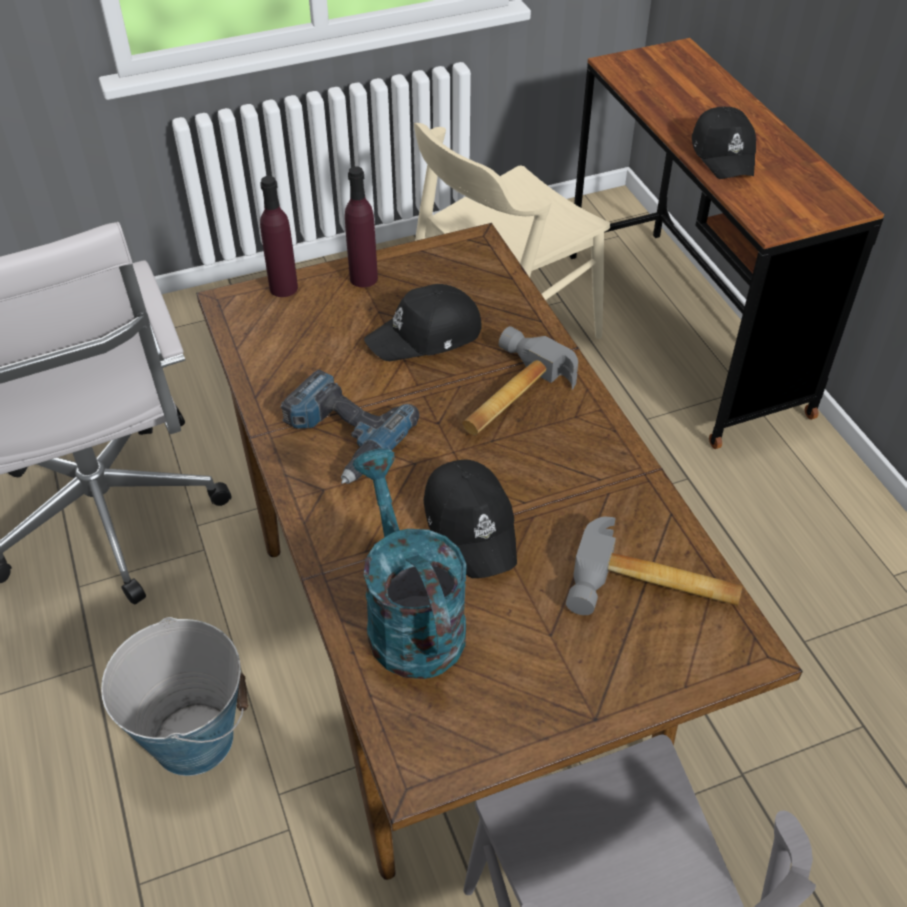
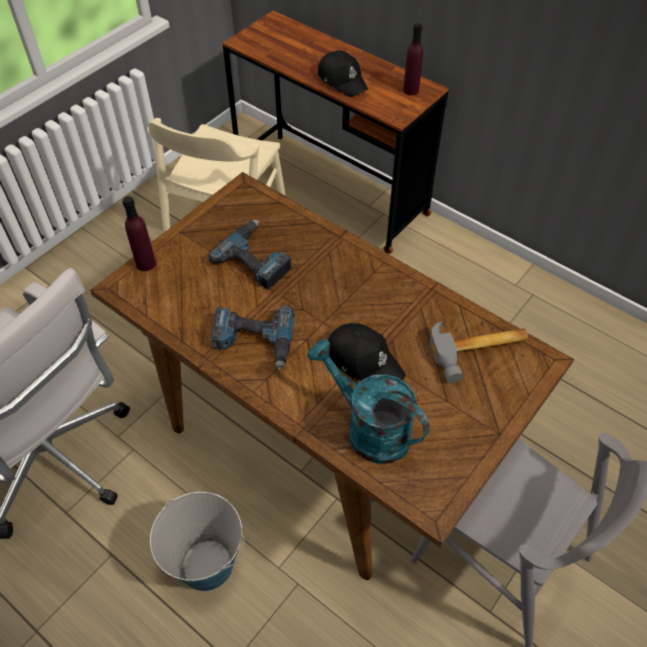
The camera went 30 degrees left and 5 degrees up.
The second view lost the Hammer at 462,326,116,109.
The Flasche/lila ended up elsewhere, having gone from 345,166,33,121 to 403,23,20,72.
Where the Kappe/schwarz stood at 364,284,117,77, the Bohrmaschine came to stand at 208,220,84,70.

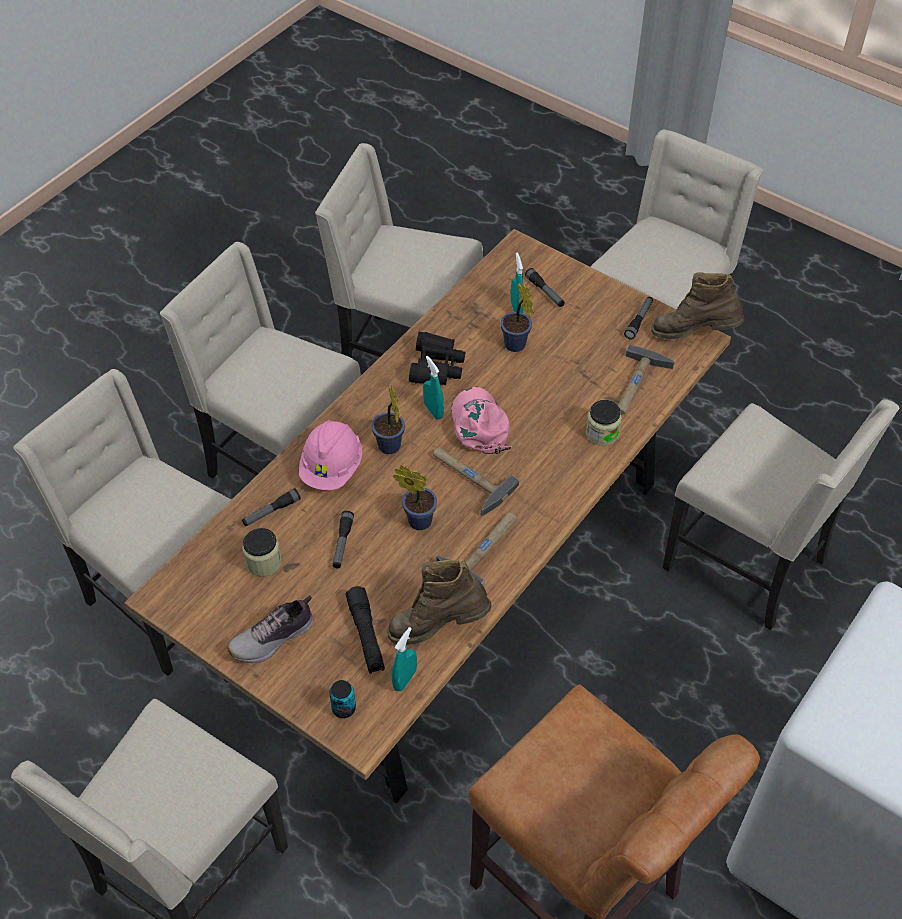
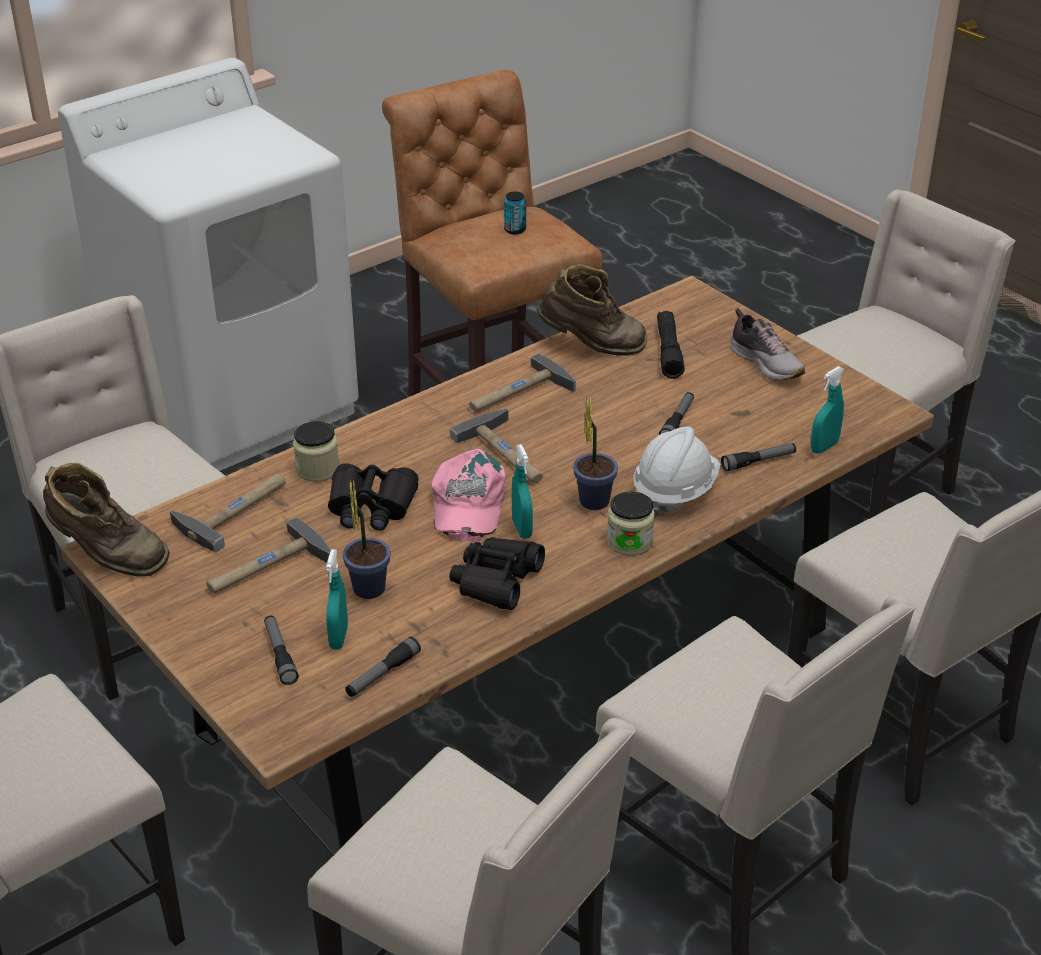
The camera went 165 degrees left and 15 degrees down.
The second view lost the Topfpflanze at 393,466,44,64.
The second view gained the Hammer at 207,518,124,75.
The second view gained the Fernglas/schwarz at 328,463,91,67.
The Vorratsglas ended up elsewhere, having gone from 242,528,40,48 to 607,492,48,64.
The Dose ended up elsewhere, having gone from 329,680,27,38 to 504,191,22,43.
The Sprühflasche/türkis ended up elsewhere, having gone from 391,627,26,64 to 811,366,34,88.
The Taschenlampe ended up elsewhere, having gone from 624,297,29,43 to 345,637,76,60.
What was the Schutzhelm/rosa at 299,420,63,70 turned into the Schutzhelm/weiß at 633,427,88,89.
The Schuh at 227,595,86,68 ended up facing another way, 75 degrees clockwise from before.

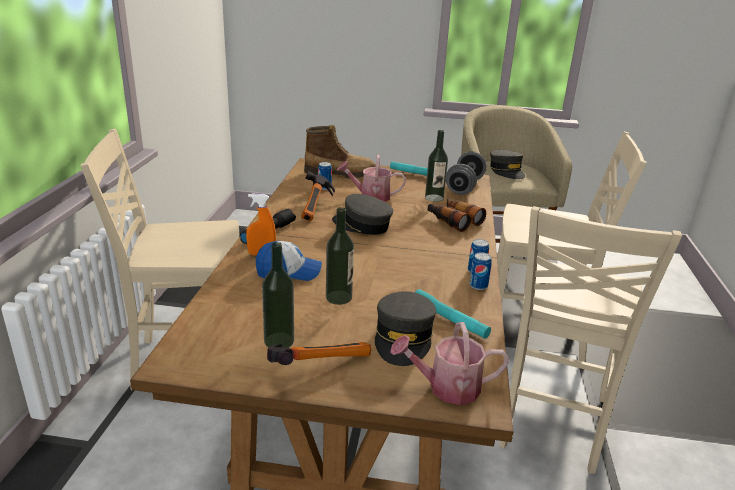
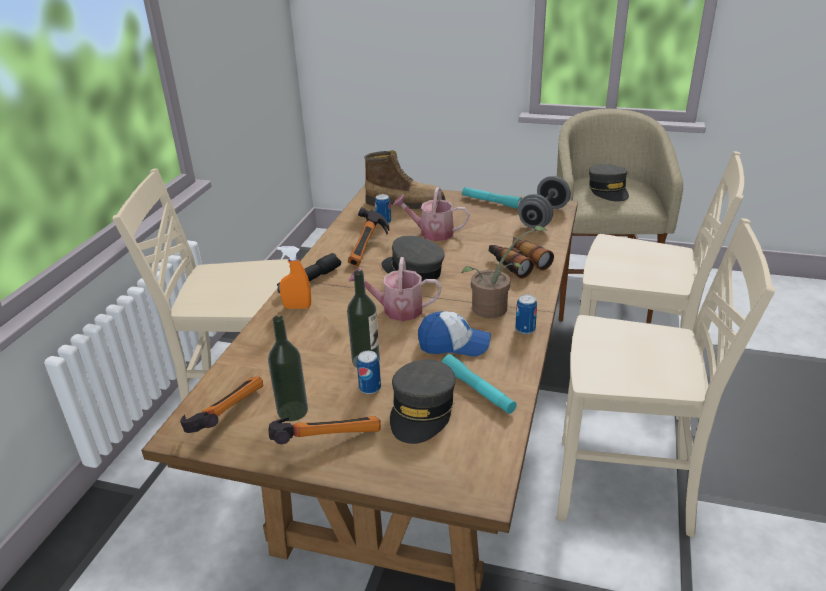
The camera went 10 degrees right and 5 degrees up.
The second view lost the Flasche at 425,130,23,72.
The second view gained the Hammer at 180,376,84,57.
The second view gained the Topfpflanze at 462,226,86,92.
The Kappe ended up elsewhere, having gone from 256,241,66,40 to 418,311,73,46.
The Gießkanne ended up elsewhere, having gone from 390,322,119,83 to 349,257,92,64.
The Dose ended up elsewhere, having gone from 469,252,23,38 to 357,351,24,43.
The Stuhl/beige at 499,206,183,268 ended up facing another way, 105 degrees counterclockwise from before.

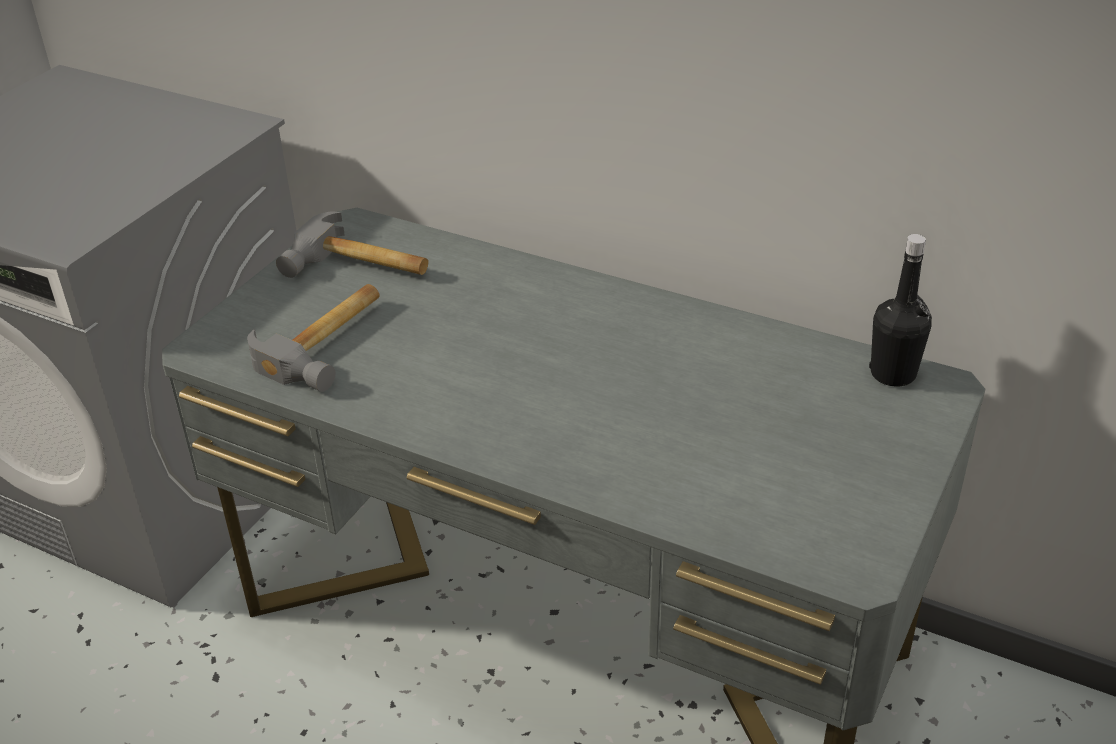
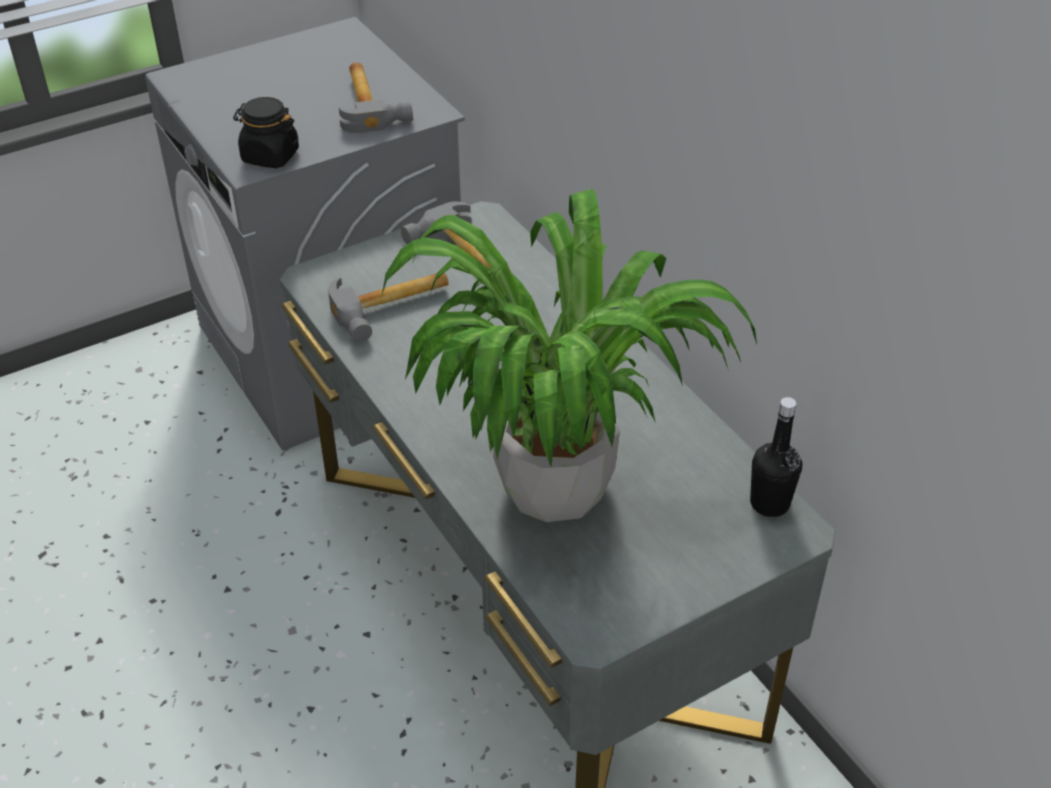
The camera went 30 degrees right and 5 degrees up.
The second view gained the Vorratsglas/schwarz at 233,97,66,71.
The second view gained the Hammer at 339,62,74,71.
The second view gained the Topfpflanze at 381,189,376,333.

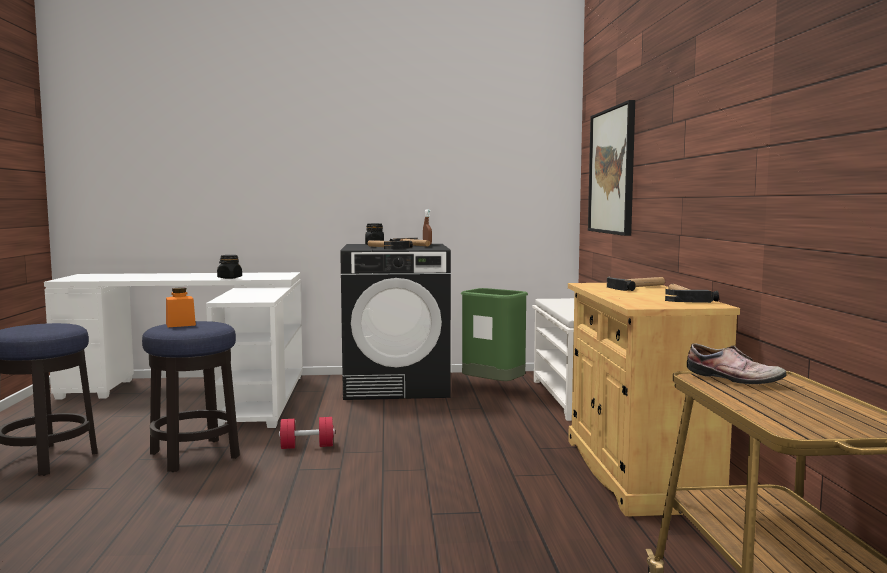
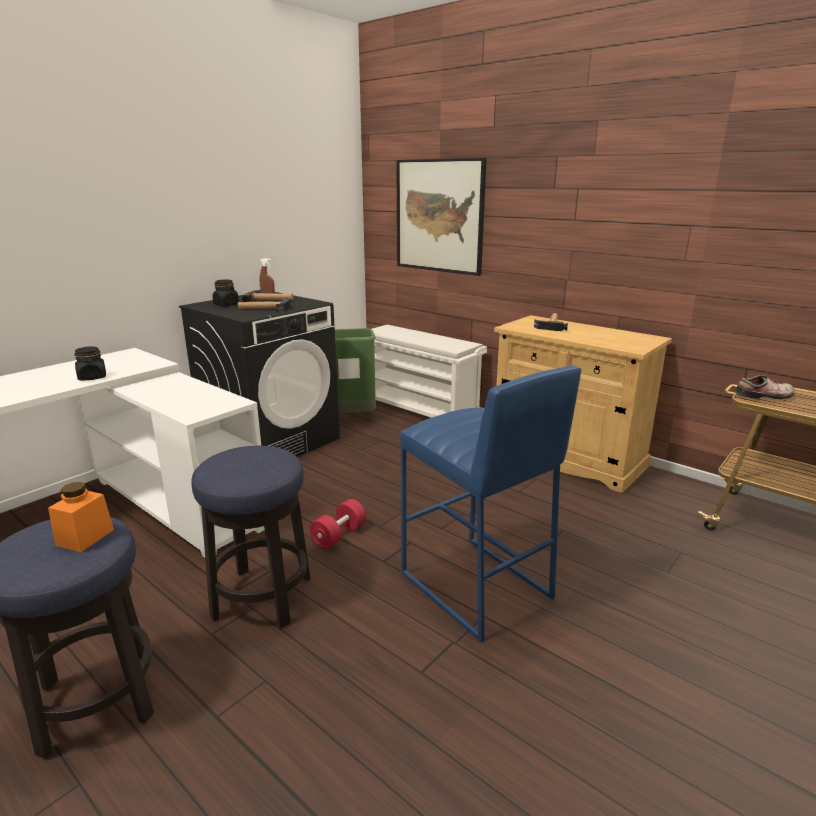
The camera went 45 degrees left and 15 degrees up.
The second view lost the Hammer at 665,284,54,19.
The second view gained the Hocker/blau at 400,366,181,277.
The Vorratsglas/orange ended up elsewhere, having gone from 166,288,30,39 to 48,482,66,70.

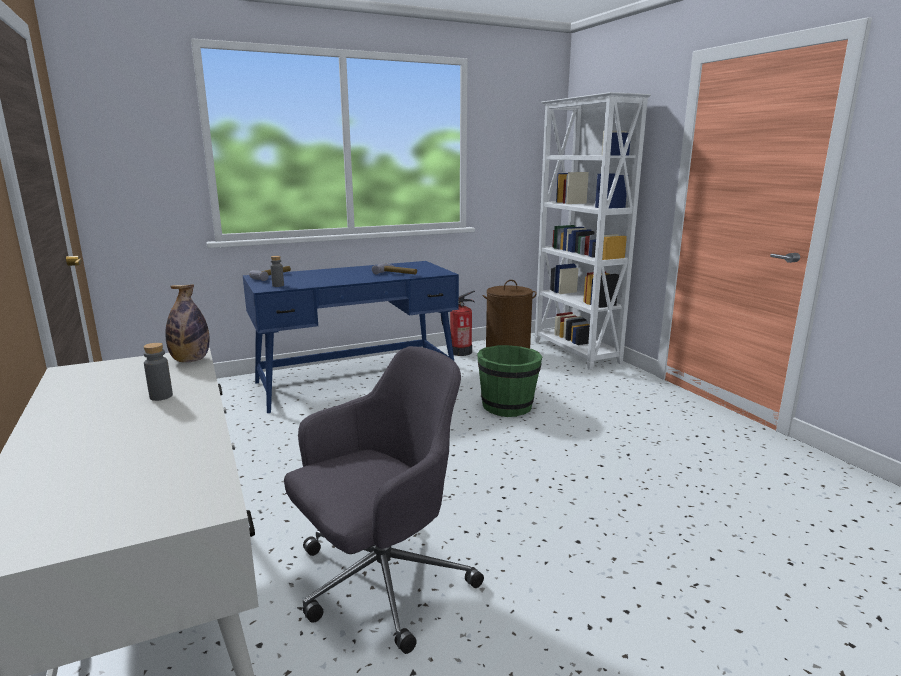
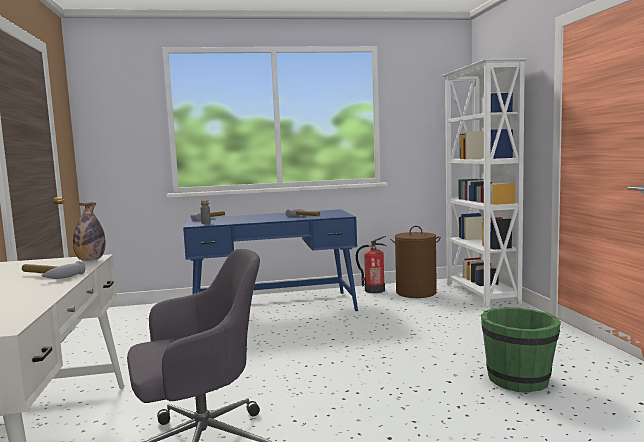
The camera went 15 degrees right and 10 degrees down.
The Eimer/grün ended up elsewhere, having gone from 477,345,66,72 to 481,307,80,86.
Where the Flasche/grau stood at 143,343,30,58, the Hammer came to stand at 22,261,63,18.

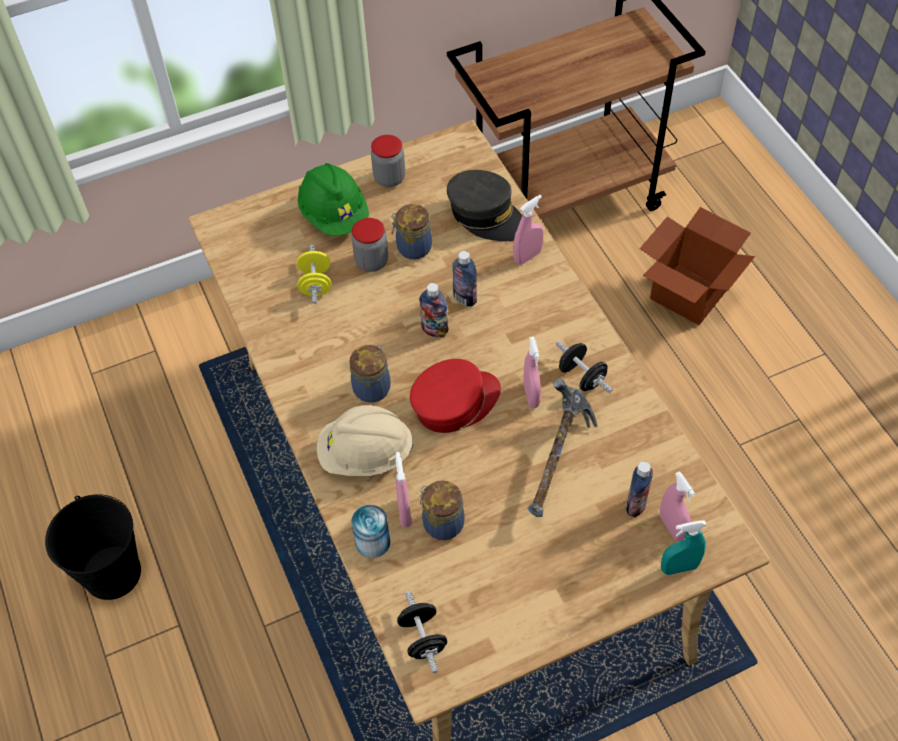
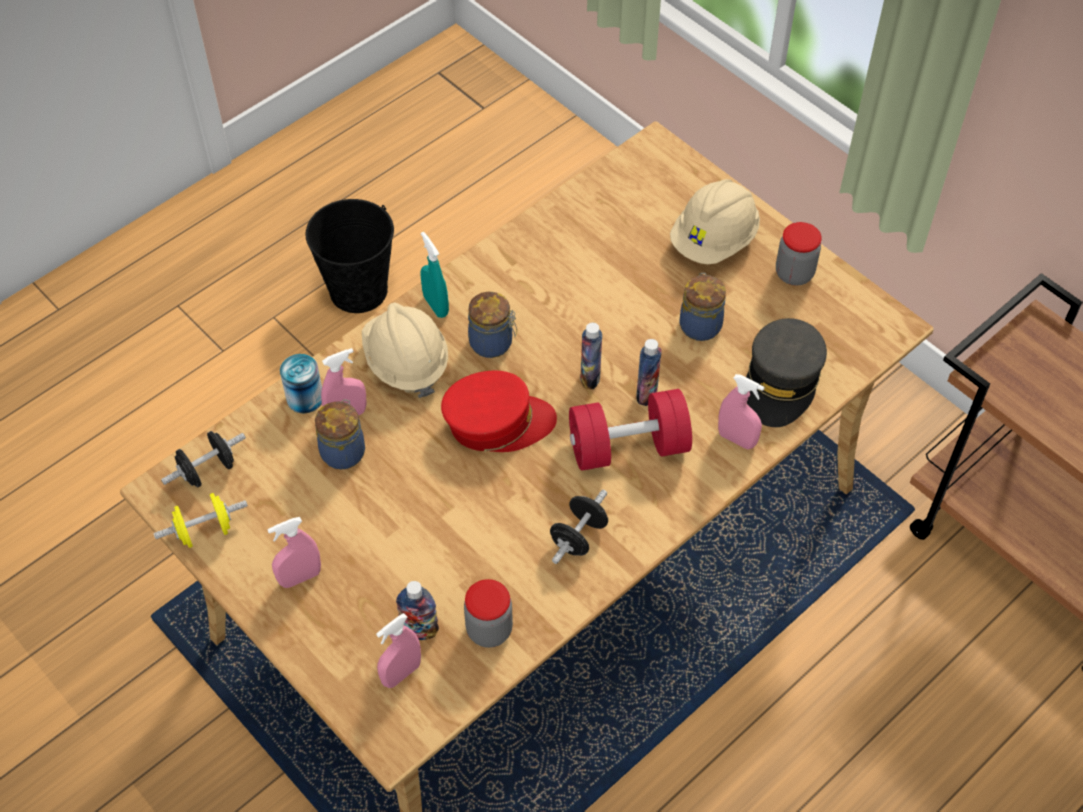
The camera went 70 degrees right and 0 degrees up.
The second view lost the Hammer at 528,378,70,139.
The second view lost the Karton at 639,207,116,118.
The second view gained the Hantel/rot at 569,389,123,82.
The Hantel/gelb ended up elsewhere, having gone from 297,245,35,59 to 153,493,95,55.
The Vorratsglas ended up elsewhere, having gone from 352,218,36,54 to 464,579,49,69.
The Sprühflasche/rosa ended up elsewhere, having gone from 523,337,18,71 to 267,517,54,71.
The Sprühflasche/türkis ended up elsewhere, having gone from 661,520,45,55 to 420,232,29,86.
What was the Schutzhelm/grün at 298,163,71,73 turned into the Schutzhelm/beige at 670,179,90,85.
The Kappe/rot at 410,359,91,74 ended up facing another way, 45 degrees counterclockwise from before.

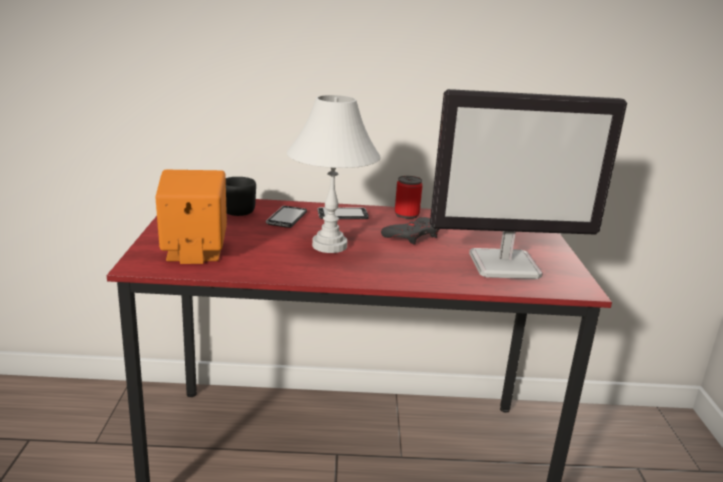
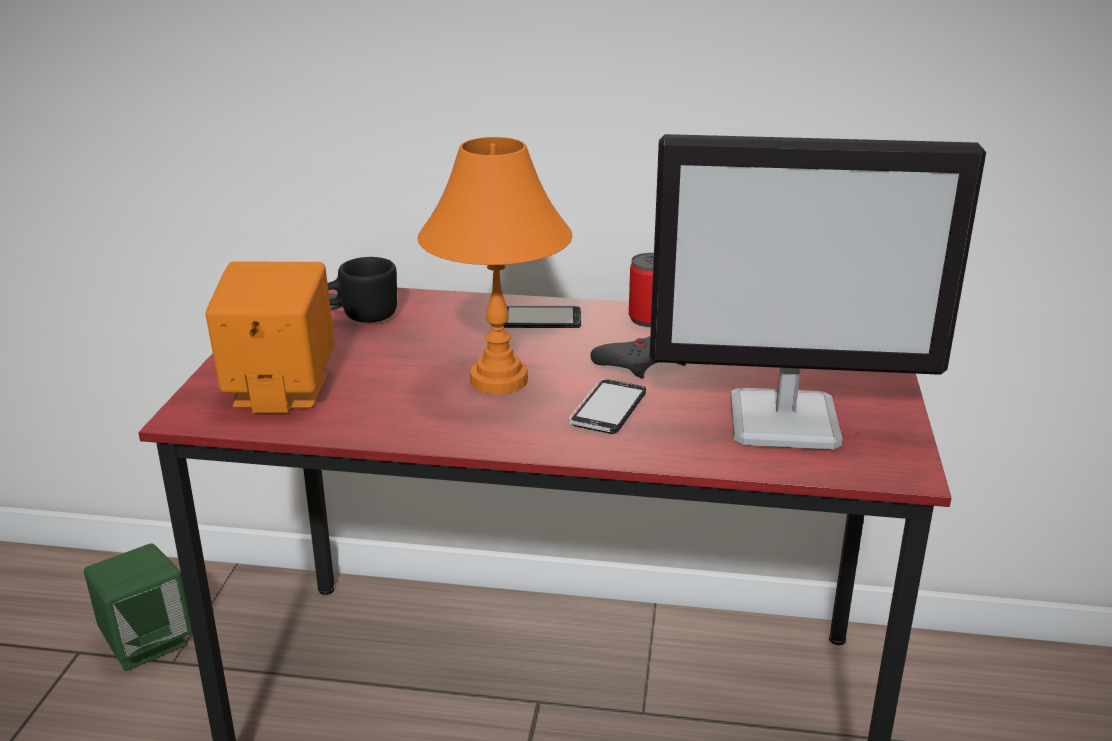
The camera went 10 degrees right and 5 degrees up.
The second view gained the Lautsprecher/grün at 84,543,108,128.
The Handy ended up elsewhere, having gone from 266,206,41,22 to 569,379,77,55.
What was the Tischlampe/weiß at 287,95,94,158 turned into the Tischlampe/orange at 417,137,156,257.

